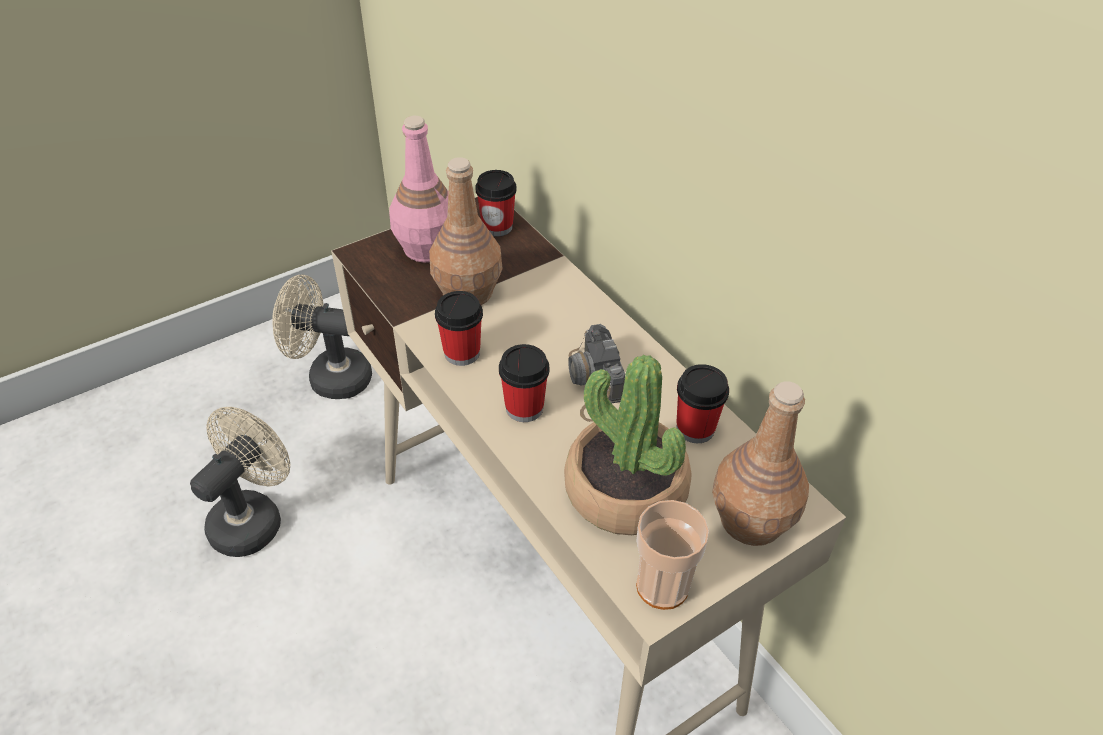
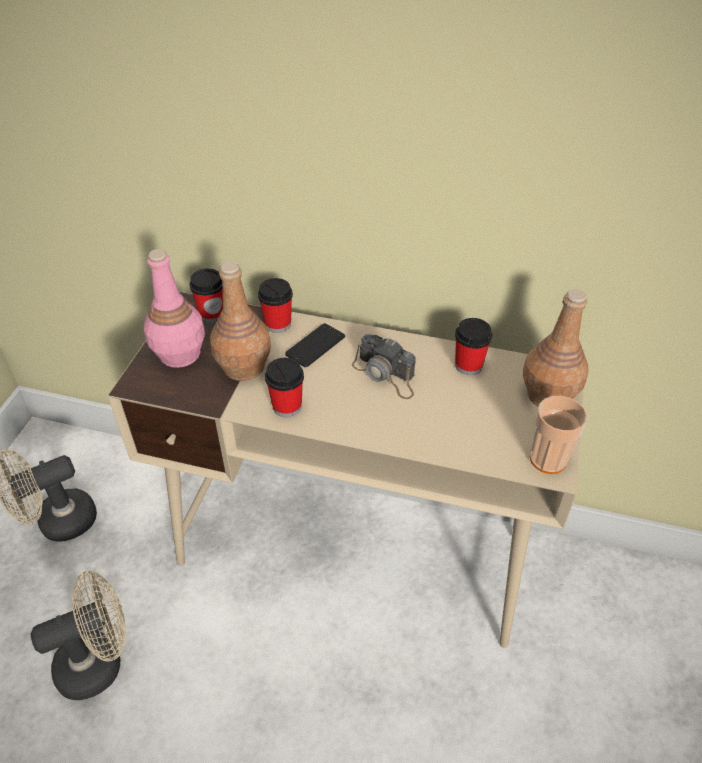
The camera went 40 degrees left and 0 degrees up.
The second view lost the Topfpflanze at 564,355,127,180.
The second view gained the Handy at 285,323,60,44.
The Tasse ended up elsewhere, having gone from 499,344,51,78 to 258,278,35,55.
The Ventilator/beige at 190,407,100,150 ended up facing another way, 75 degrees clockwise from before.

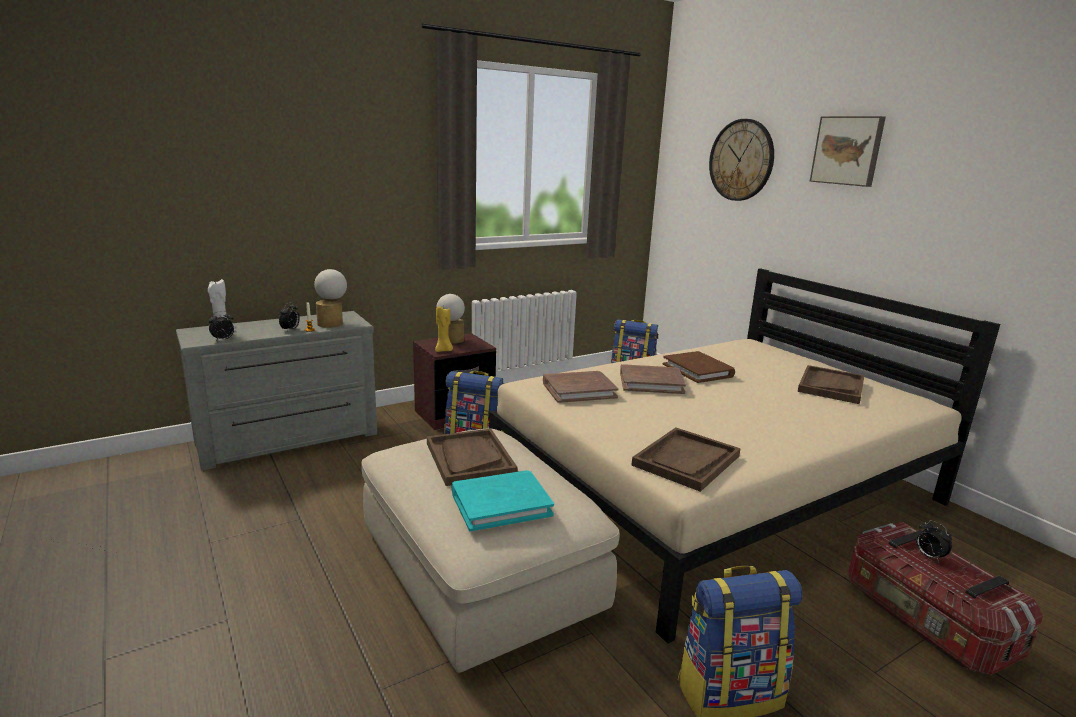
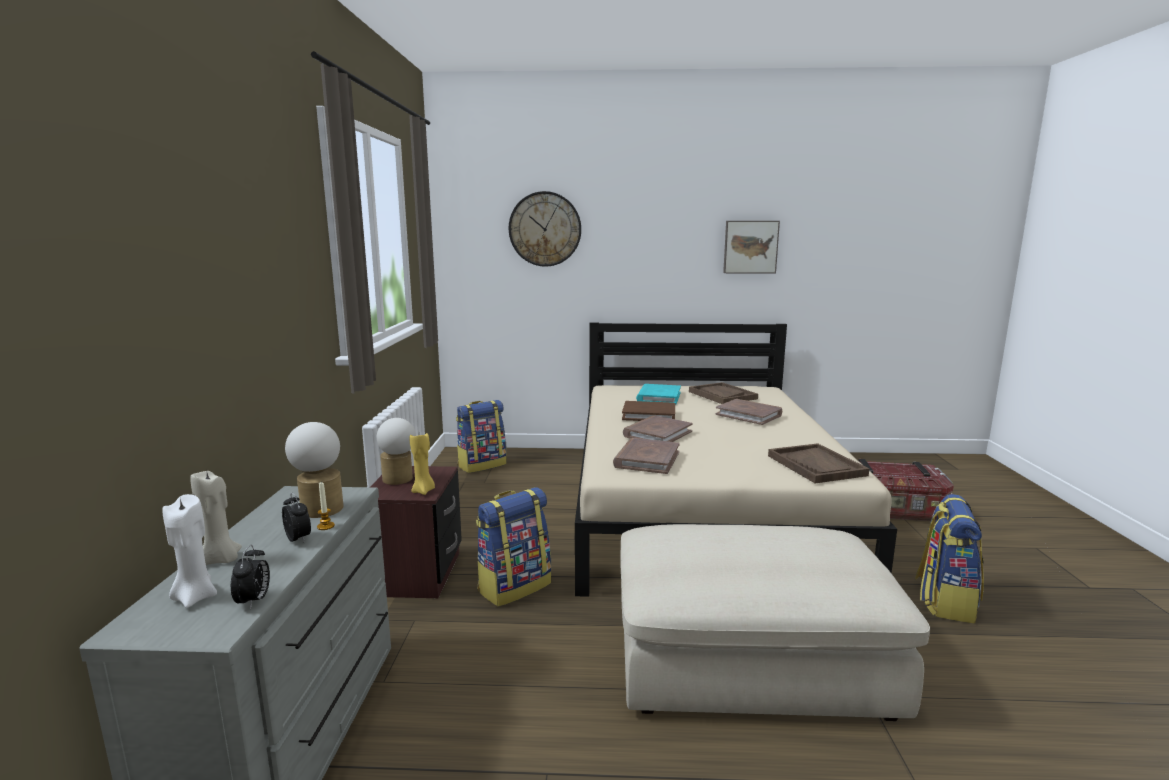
The camera went 55 degrees left and 5 degrees down.
The second view lost the Tablett/braun at 427,429,91,57.
The second view lost the Wecker at 916,520,36,42.
The second view gained the Kerze/beige at 190,469,52,96.
The second view gained the Buch/braun at 715,399,67,26.
The Buch/türkis ended up elsewhere, having gone from 452,470,102,61 to 636,384,45,20.
The Bild ended up elsewhere, having gone from 810,116,76,71 to 723,221,57,53.

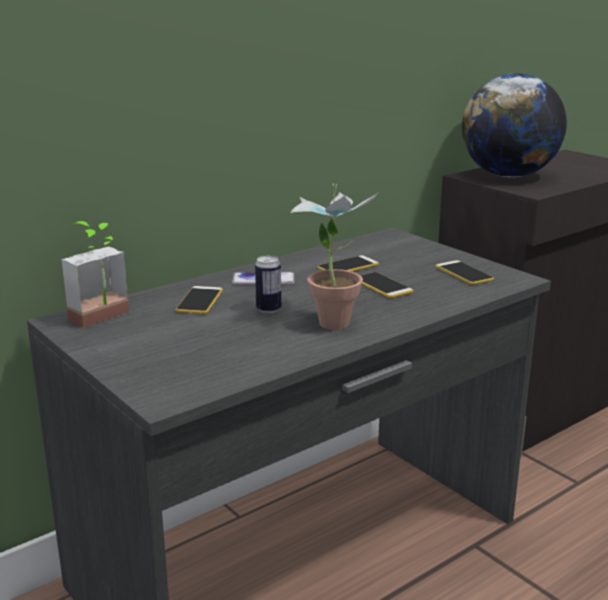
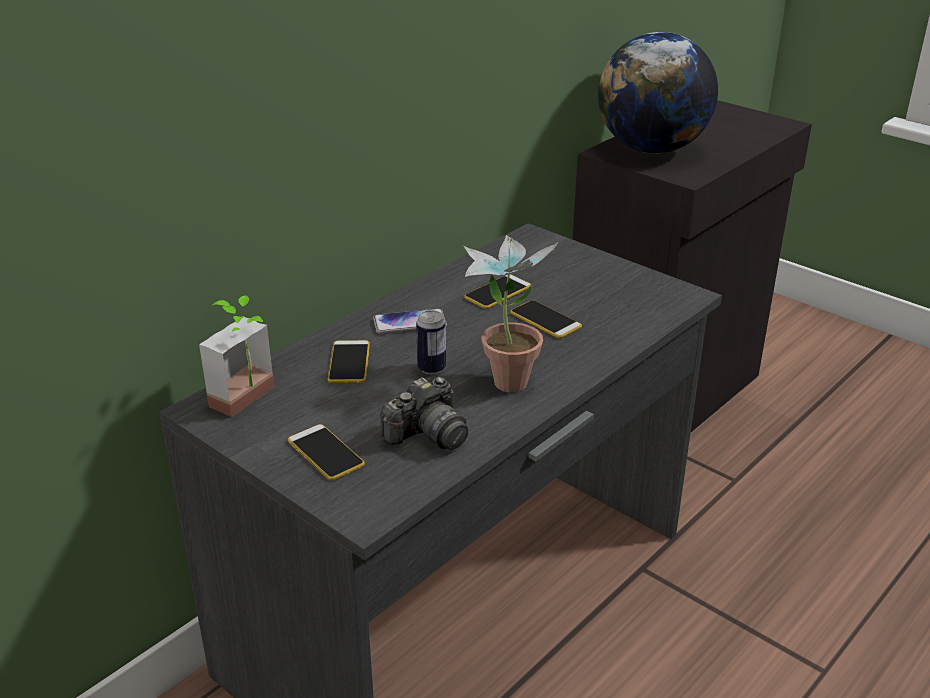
The camera went 10 degrees left and 10 degrees up.
The second view gained the Kamera at 380,377,89,73.
The Handy ended up elsewhere, having gone from 436,260,58,25 to 288,424,77,57.

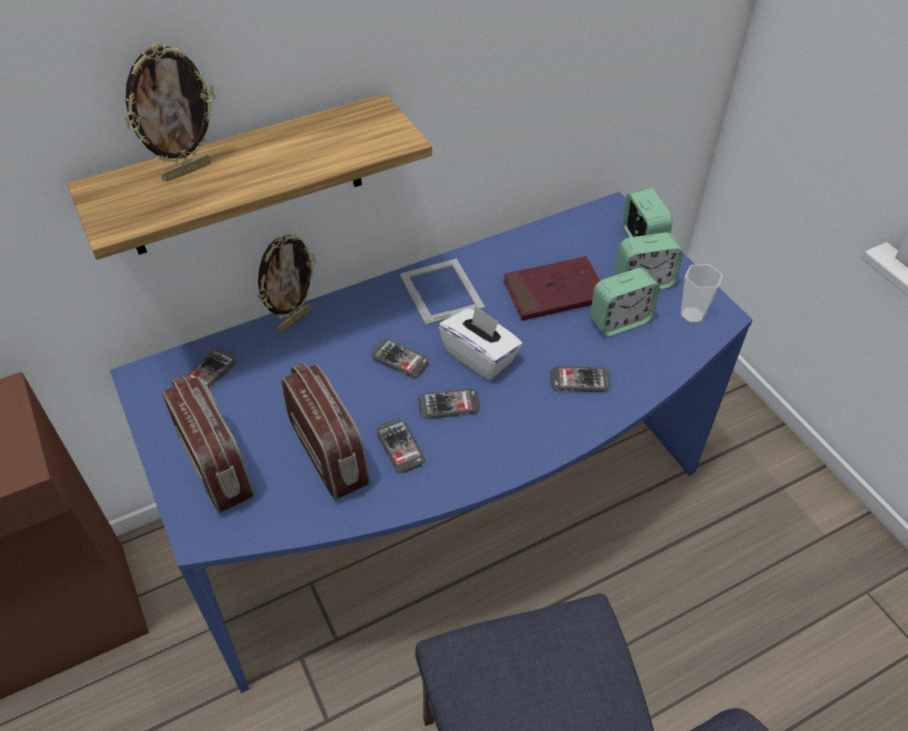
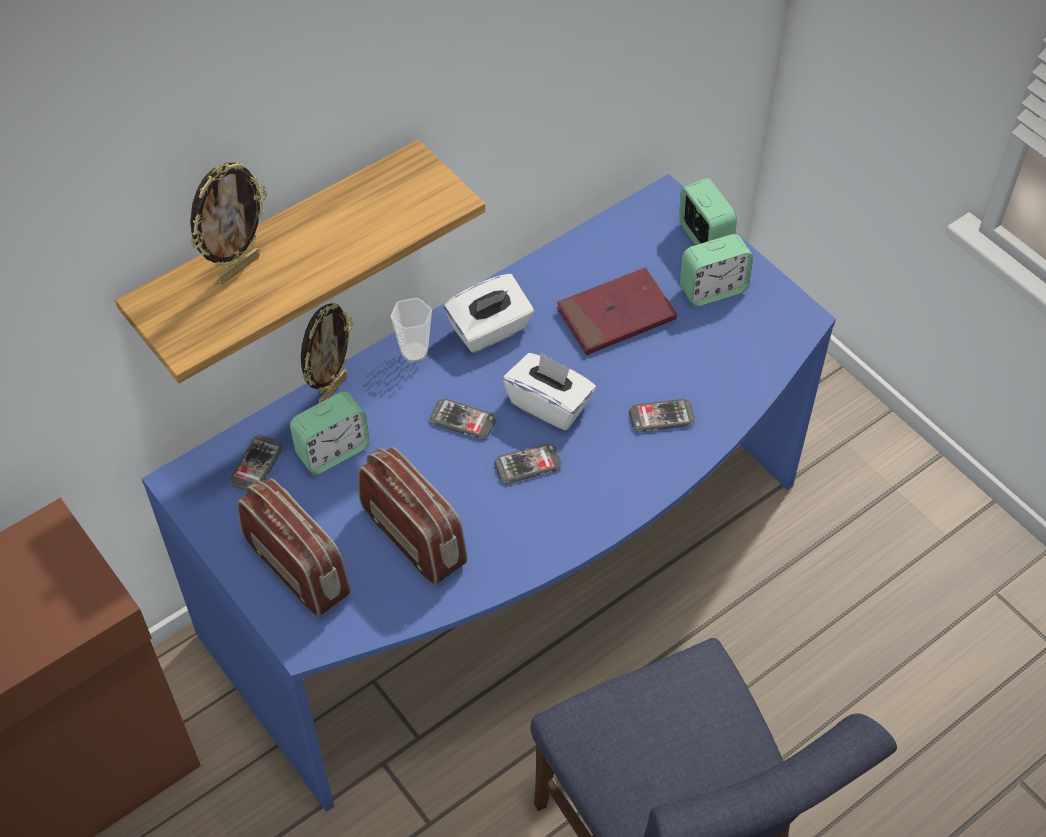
The camera went 10 degrees left and 5 degrees up.
The second view lost the Handy at 376,419,49,54.
The Wecker ended up elsewhere, having gone from 590,268,70,69 to 290,392,80,83.
The Tasse ended up elsewhere, having gone from 680,264,43,60 to 391,298,41,65.
Where the Bilderrahmen stood at 400,258,85,67, the Taschentuchbox/weiß came to stand at 444,274,90,79.

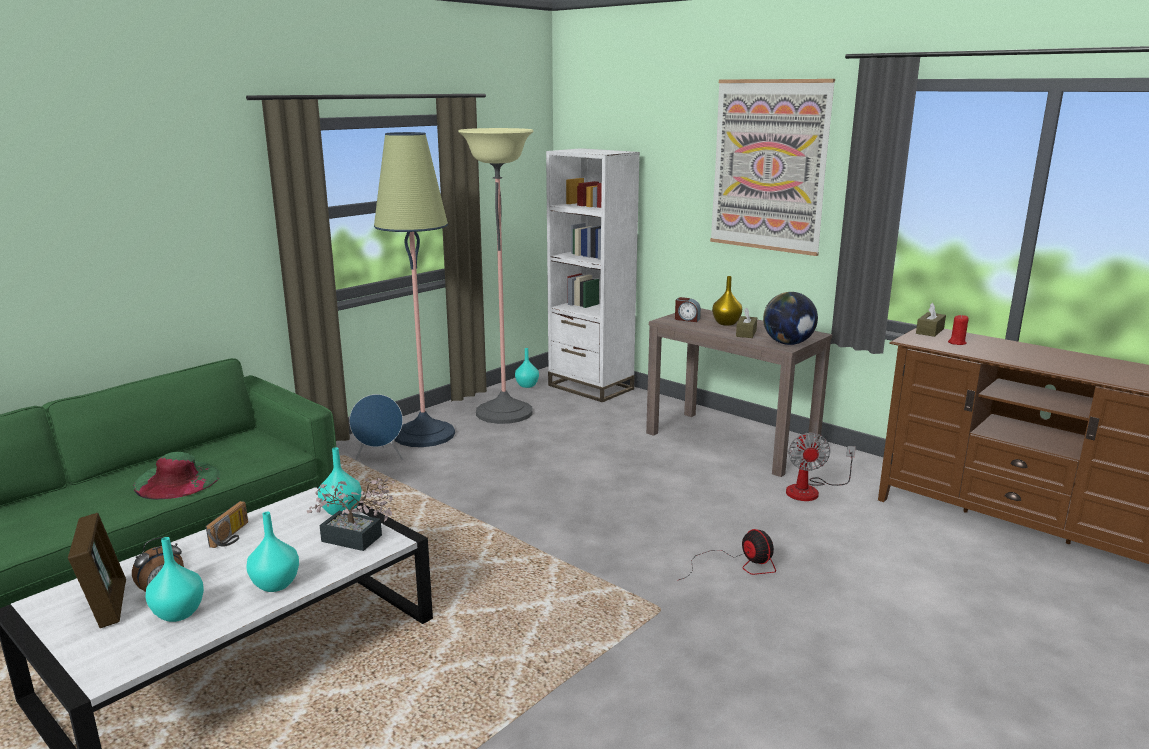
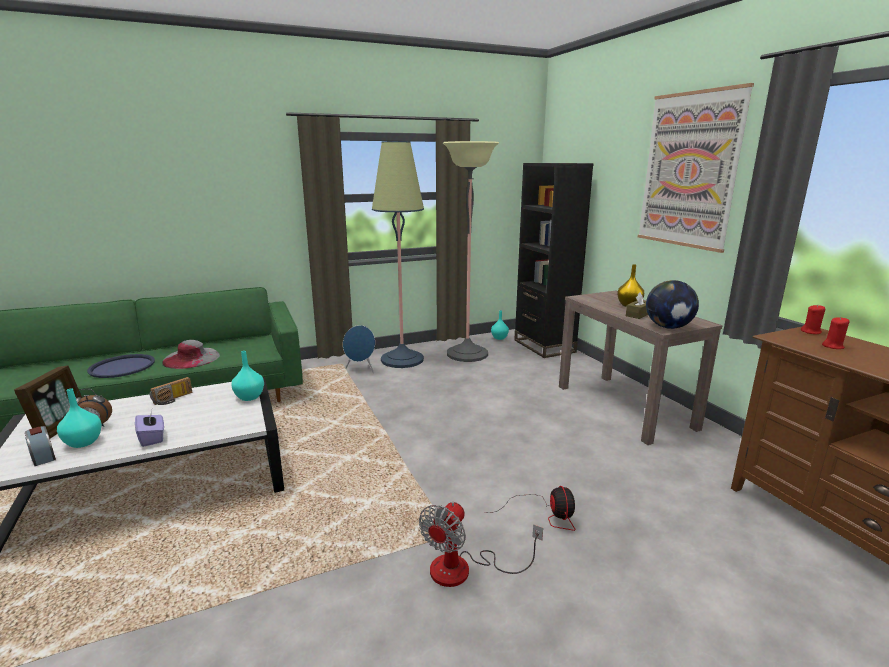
The camera went 25 degrees right and 0 degrees up.
The second view lost the Topfpflanze at 307,477,88,74.
The second view gained the Tablett/blau at 87,354,68,24.
The Wecker ended up elsewhere, having gone from 675,297,26,25 to 25,426,31,40.
The Ventilator ended up elsewhere, having gone from 786,433,70,68 to 419,501,124,86.
Where the Vase/türkis stood at 246,512,53,80, the Taschentuchbox/lila came to stand at 135,410,29,37.
Where the Taschentuchbox/braun stood at 916,303,30,34, the Kerze/rot came to stand at 801,305,24,29.
What was the Hut/grün at 133,452,88,48 turned into the Hut/grau at 162,340,58,29.
What was the Bücherregal/weiß at 546,148,94,254 turned into the Bücherregal/schwarz at 514,163,80,195.

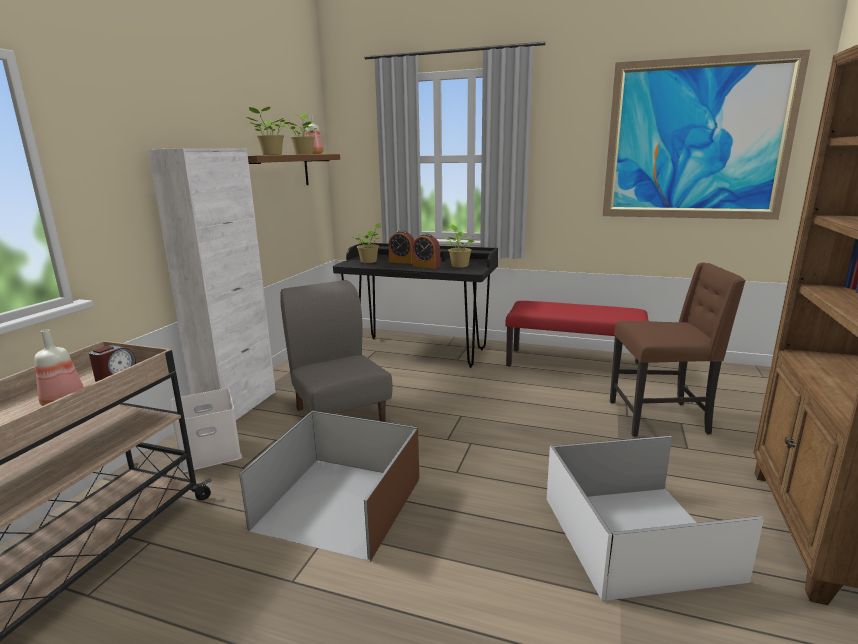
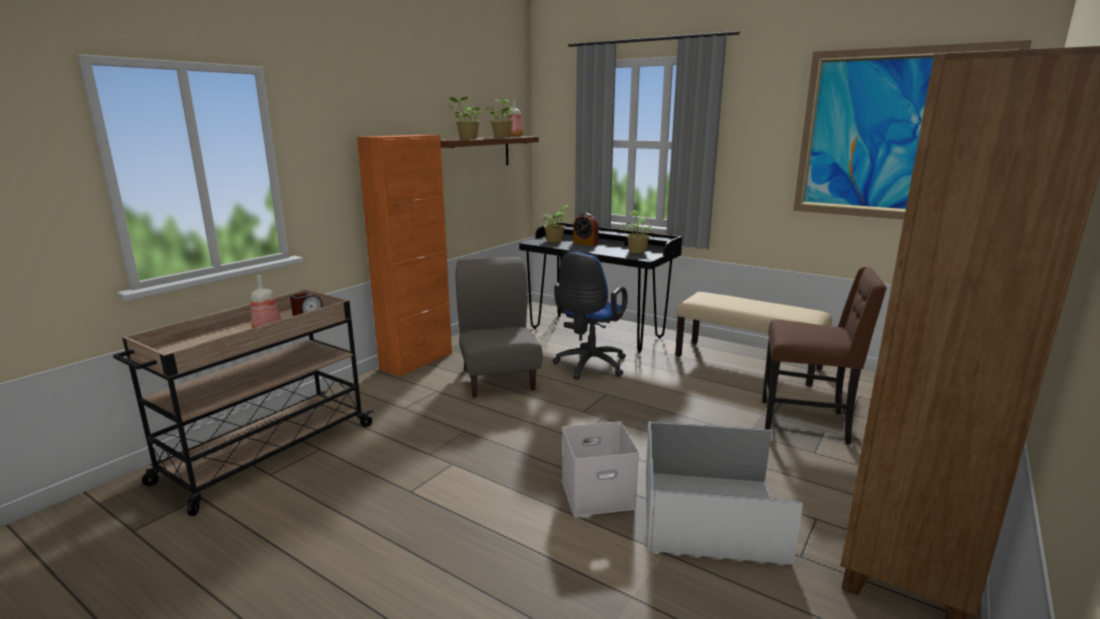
The camera went 15 degrees right and 0 degrees up.
The second view lost the Aufbewahrungsbox/braun at 239,411,180,150.
The second view lost the Wecker at 412,233,28,36.
The second view gained the Bürostuhl/blau at 553,251,75,129.
The Aufbewahrungsbox/weiß ended up elsewhere, having gone from 172,388,69,84 to 562,421,77,95.
What was the Schrank/weiß at 148,148,128,272 turned into the Schrank/orange at 357,135,95,242.
What was the Bank/rot at 505,301,144,66 turned into the Bank/beige at 675,292,157,95.

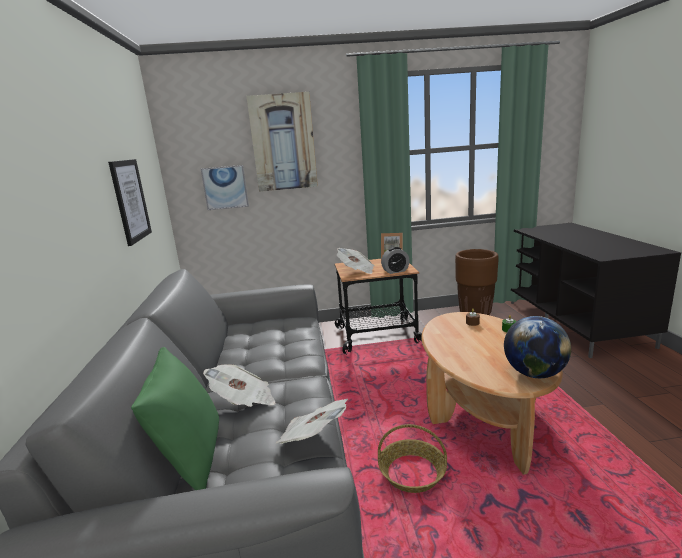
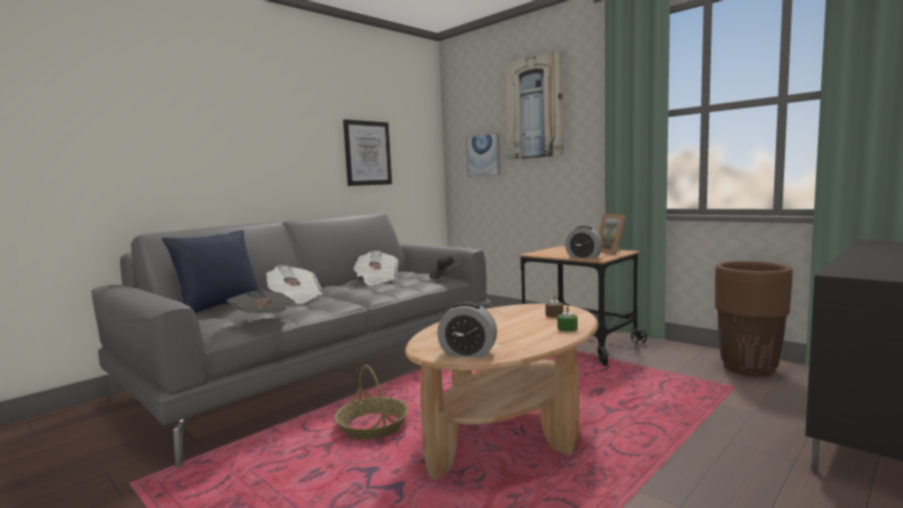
The camera went 50 degrees right and 10 degrees down.
The second view gained the Hut/schwarz at 429,255,36,24.
The Zeitung ended up elsewhere, having gone from 337,248,38,26 to 353,251,46,34.
Where the Globus stood at 504,316,67,62, the Wecker came to stand at 437,301,60,57.
What was the Kissen/grün at 131,347,88,143 turned into the Kissen/blau at 162,230,97,83.

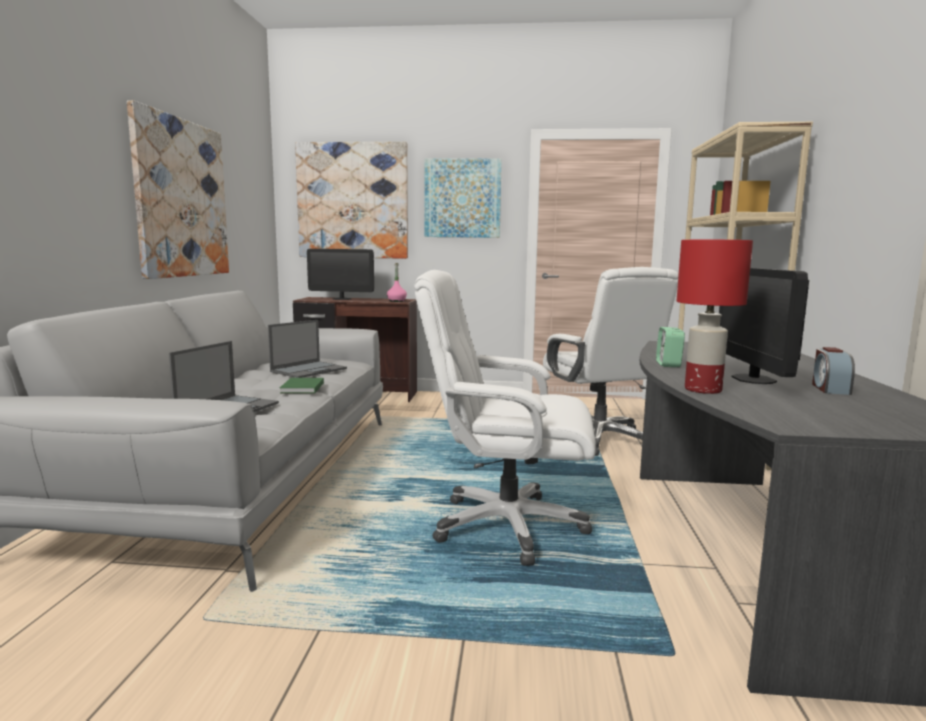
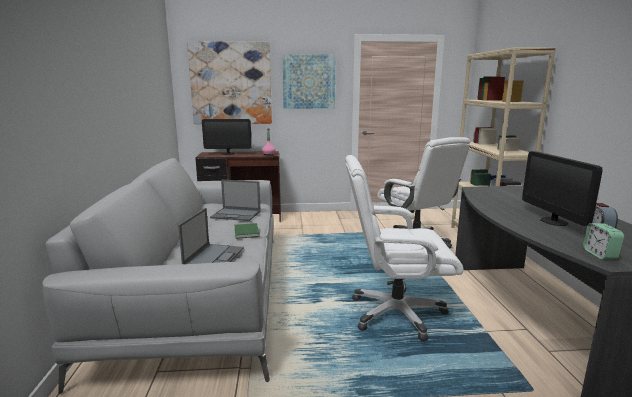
The camera went 10 degrees left and 5 degrees up.
The second view lost the Bild at 127,100,102,179.
The second view lost the Tischlampe/rot at 677,240,76,154.
The Wecker ended up elsewhere, having gone from 656,327,29,40 to 583,223,41,37.
The Laptop at 268,320,79,58 ended up facing another way, 75 degrees clockwise from before.

